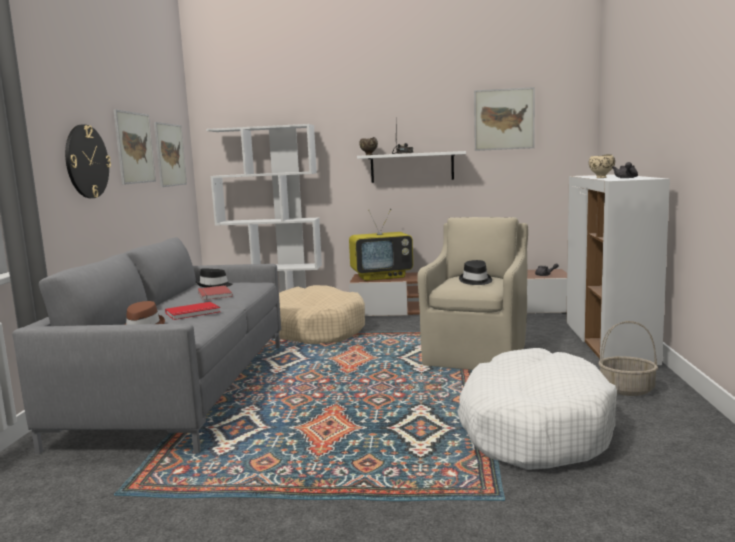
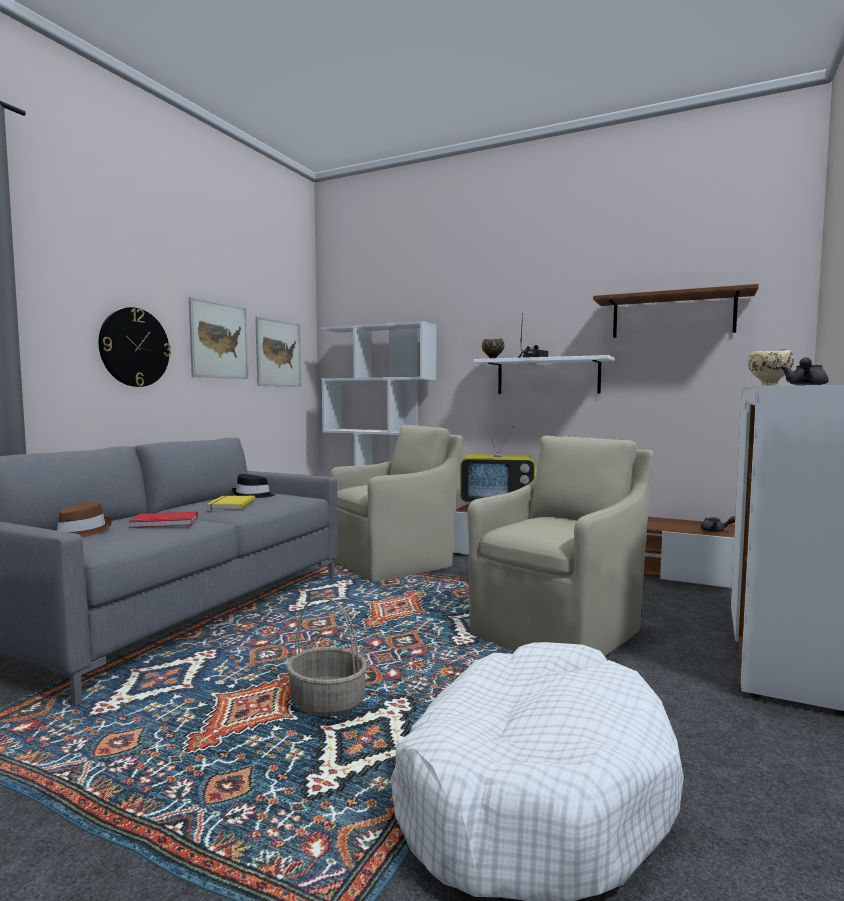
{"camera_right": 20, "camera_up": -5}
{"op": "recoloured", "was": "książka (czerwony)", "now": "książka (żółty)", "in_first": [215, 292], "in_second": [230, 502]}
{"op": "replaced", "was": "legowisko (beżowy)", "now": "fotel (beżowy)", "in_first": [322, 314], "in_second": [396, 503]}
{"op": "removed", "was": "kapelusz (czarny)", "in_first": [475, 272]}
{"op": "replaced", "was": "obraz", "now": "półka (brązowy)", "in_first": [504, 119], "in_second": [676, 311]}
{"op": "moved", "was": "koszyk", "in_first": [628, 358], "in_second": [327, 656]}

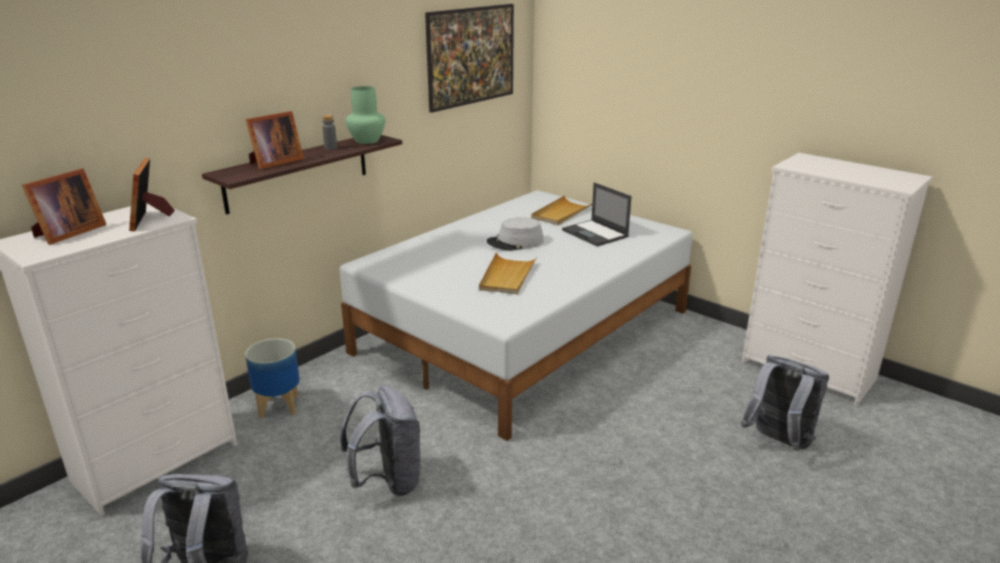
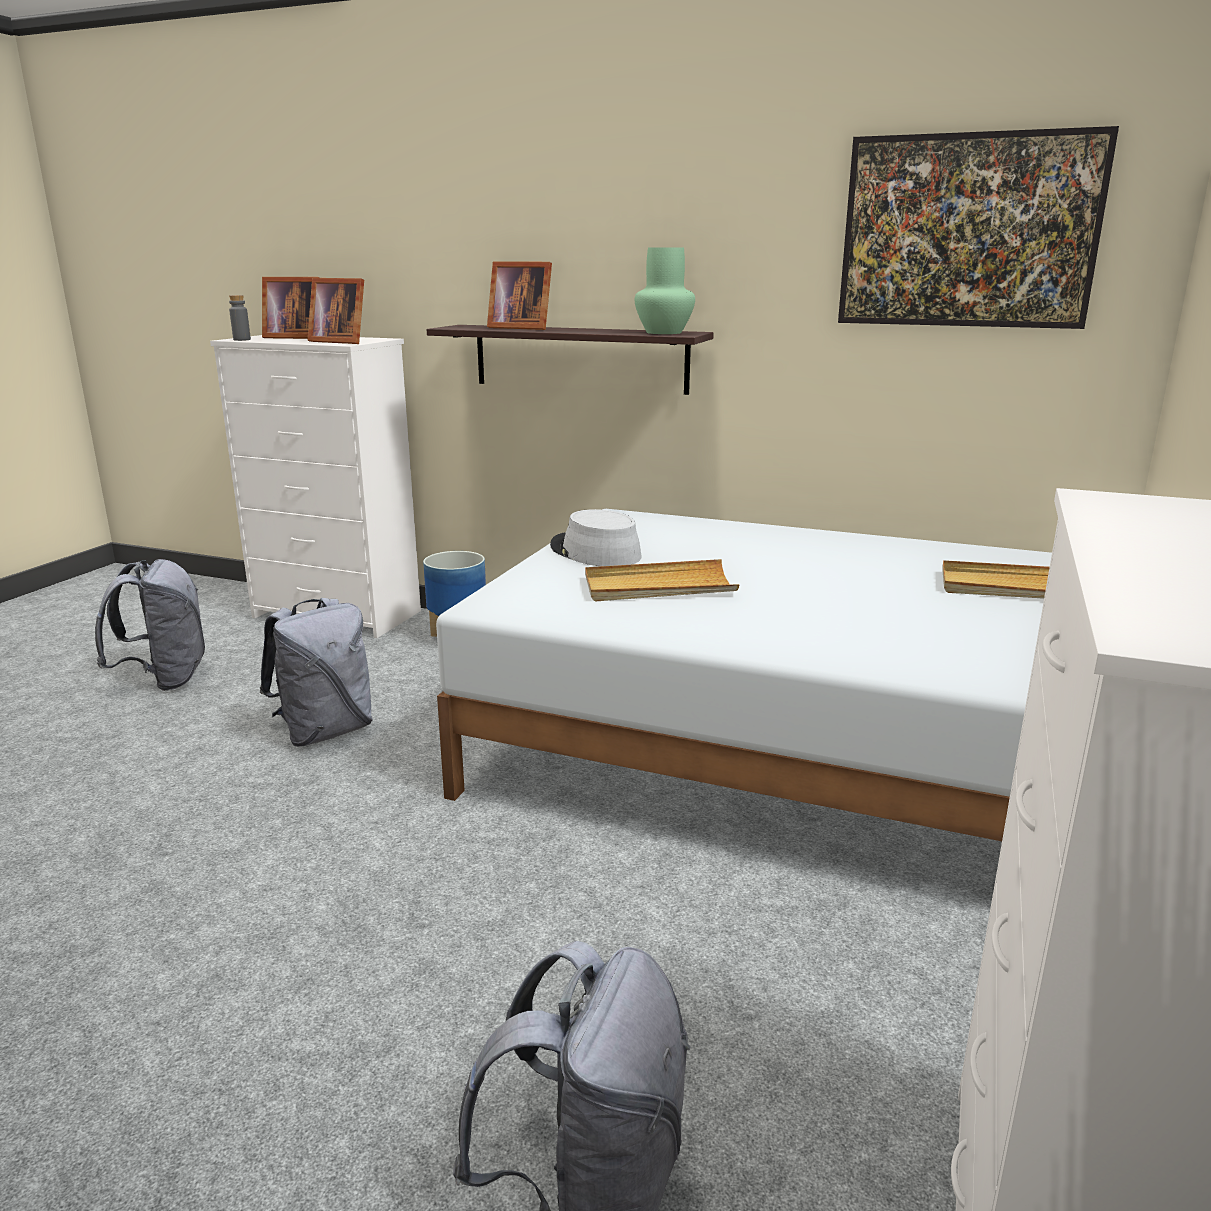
{"camera_right": 70, "camera_up": -5}
{"op": "turned", "was": "ramka na zdjęcie", "in_first": [152, 195], "in_second": [336, 311], "clockwise": -120}
{"op": "moved", "was": "butelka (szary)", "in_first": [329, 132], "in_second": [240, 318]}
{"op": "moved", "was": "kapelusz (szary)", "in_first": [515, 234], "in_second": [596, 537]}
{"op": "removed", "was": "laptop", "in_first": [597, 214]}

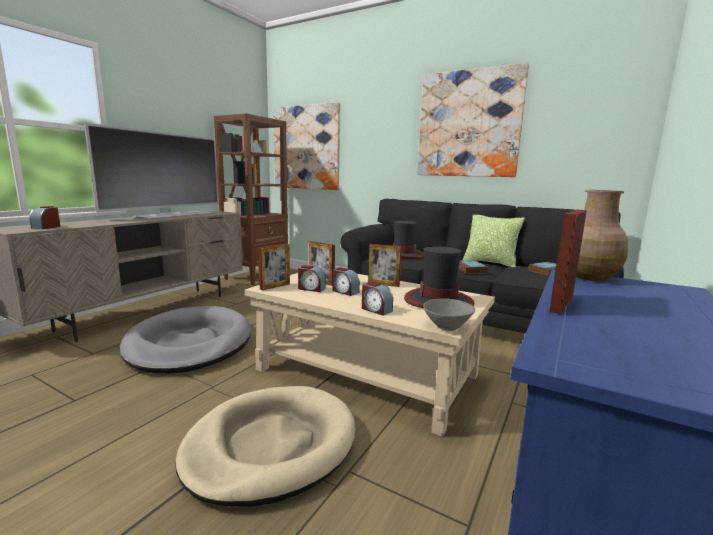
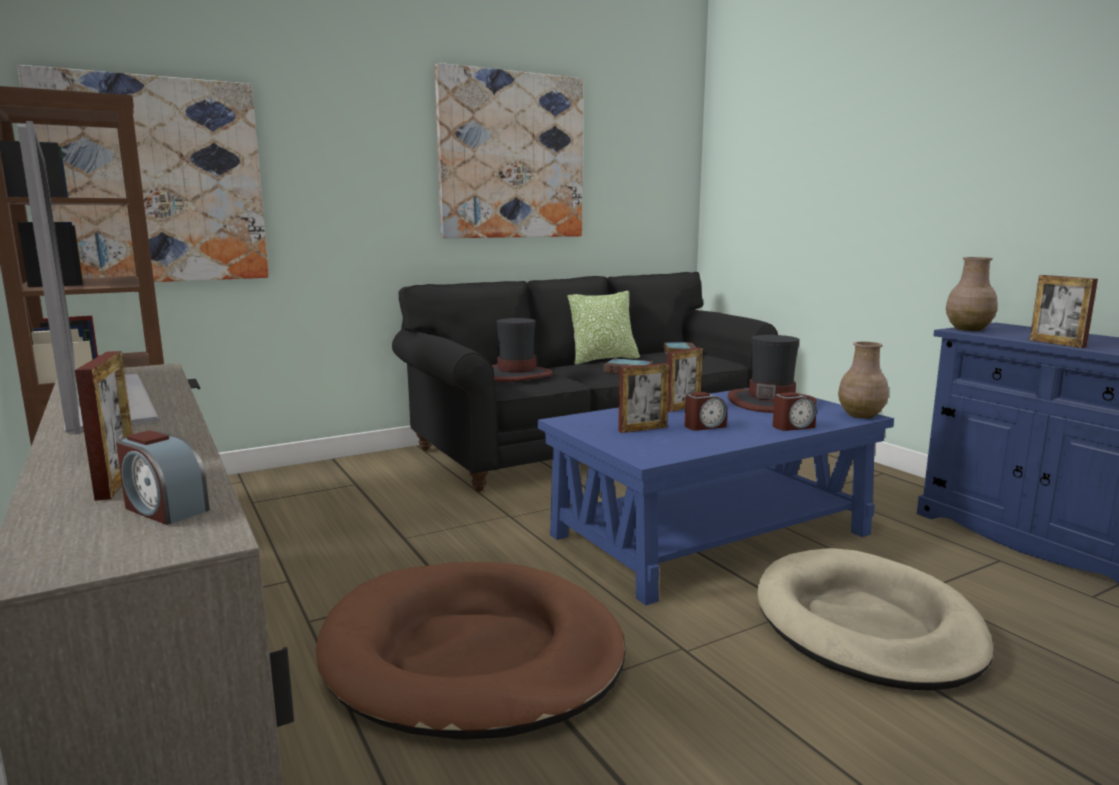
{"camera_right": -60, "camera_up": 0}
{"op": "recoloured", "was": "legowisko (szary)", "now": "legowisko (brązowy)", "in_first": [185, 340], "in_second": [471, 651]}
{"op": "recoloured", "was": "ława (beżowy)", "now": "ława (niebieski)", "in_first": [370, 355], "in_second": [716, 496]}
{"op": "moved", "was": "ramka na zdjęcie", "in_first": [274, 267], "in_second": [104, 426]}
{"op": "removed", "was": "budzik", "in_first": [312, 278]}
{"op": "replaced", "was": "miska (szary)", "now": "wazon (brązowy)", "in_first": [449, 314], "in_second": [863, 380]}

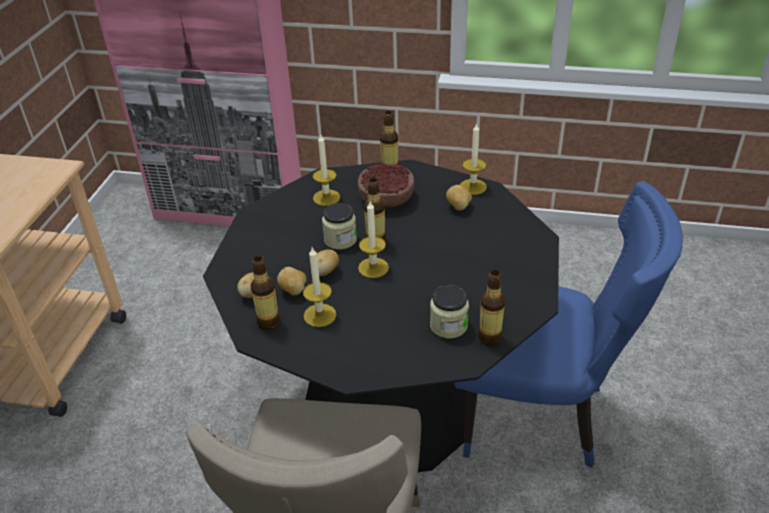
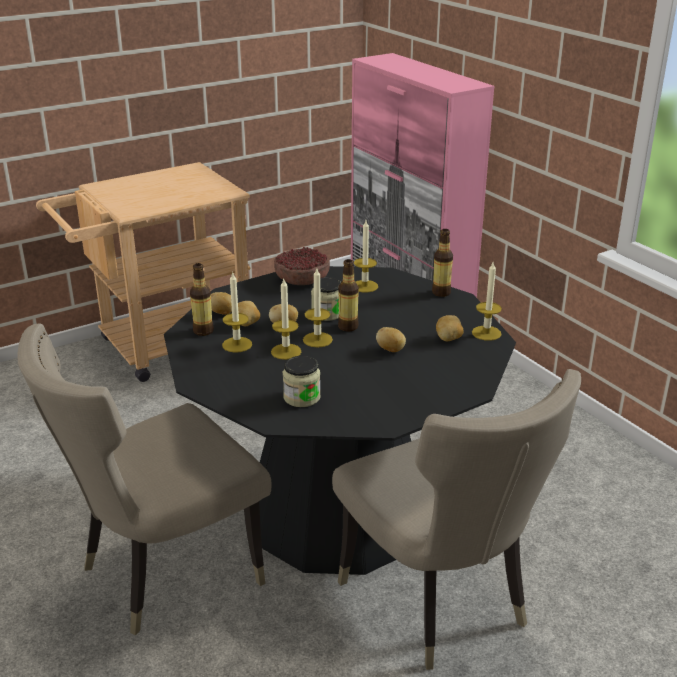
{"camera_right": 45, "camera_up": -10}
{"op": "moved", "was": "miska", "in_first": [386, 185], "in_second": [302, 266]}
{"op": "recoloured", "was": "krzesło (niebieski)", "now": "krzesło (beżowy)", "in_first": [568, 324], "in_second": [456, 519]}
{"op": "removed", "was": "butelka", "in_first": [491, 308]}
{"op": "added", "now": "świeca", "in_second": [286, 319]}
{"op": "added", "now": "ziemniak", "in_second": [391, 339]}

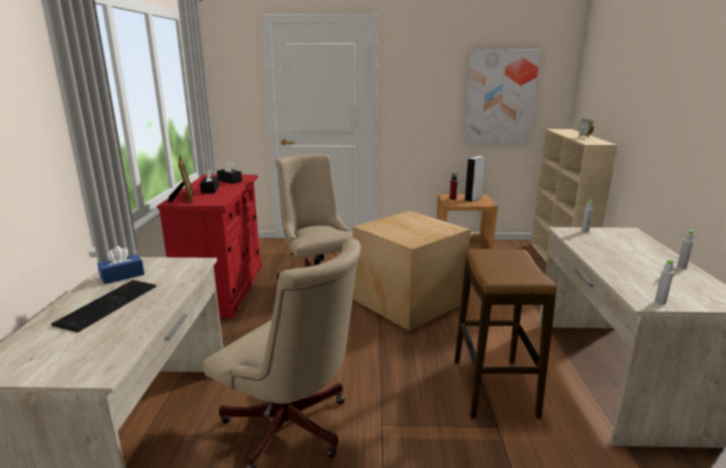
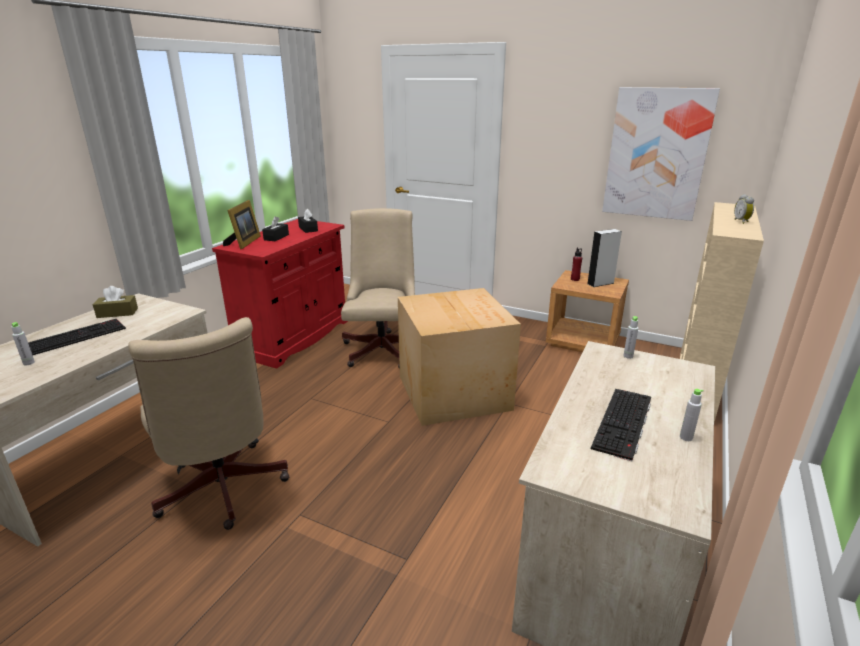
{"camera_right": 25, "camera_up": 5}
{"op": "recoloured", "was": "pudełko chusteczek (niebieski)", "now": "pudełko chusteczek (brązowy)", "in_first": [120, 265], "in_second": [115, 302]}
{"op": "removed", "was": "stołek", "in_first": [506, 334]}
{"op": "moved", "was": "butelka (szary)", "in_first": [665, 282], "in_second": [23, 343]}
{"op": "added", "now": "klawiatura", "in_second": [621, 425]}

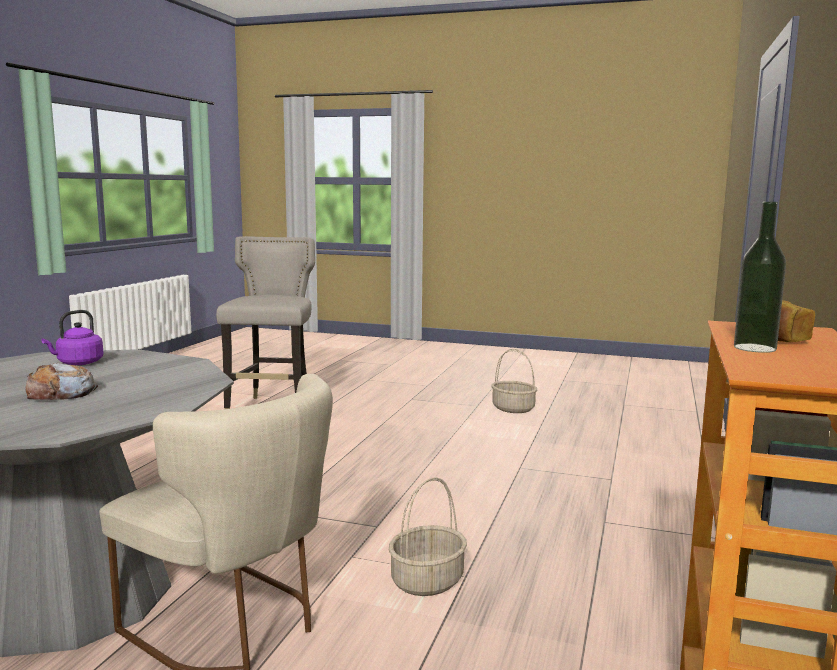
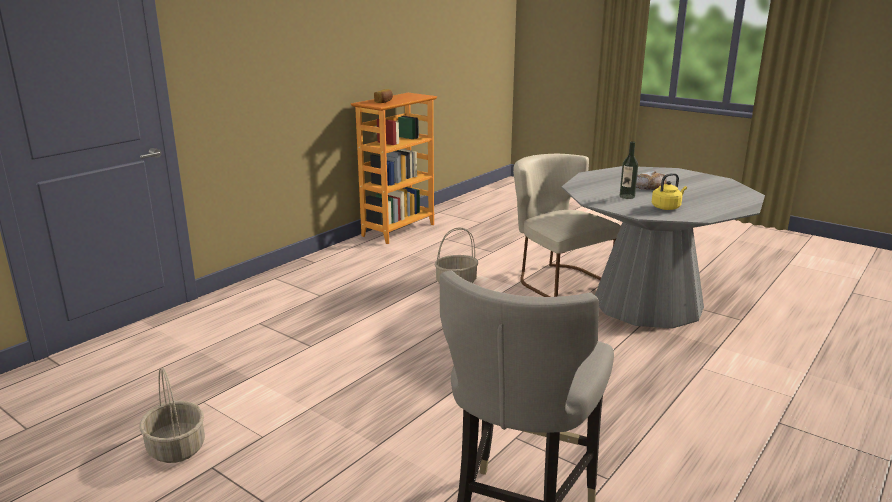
{"camera_right": -160, "camera_up": 10}
{"op": "recoloured", "was": "czajnik (fioletowy)", "now": "czajnik (żółty)", "in_first": [72, 337], "in_second": [669, 191]}
{"op": "moved", "was": "butelka", "in_first": [760, 277], "in_second": [628, 170]}

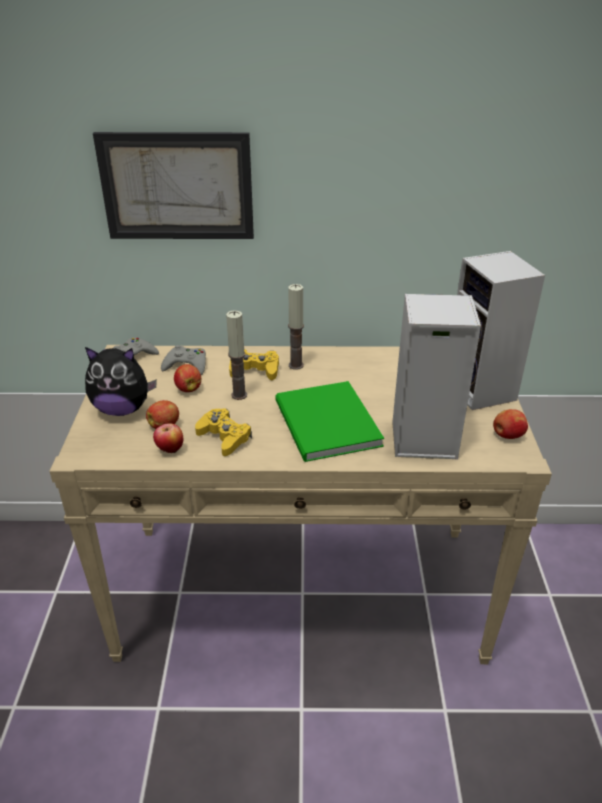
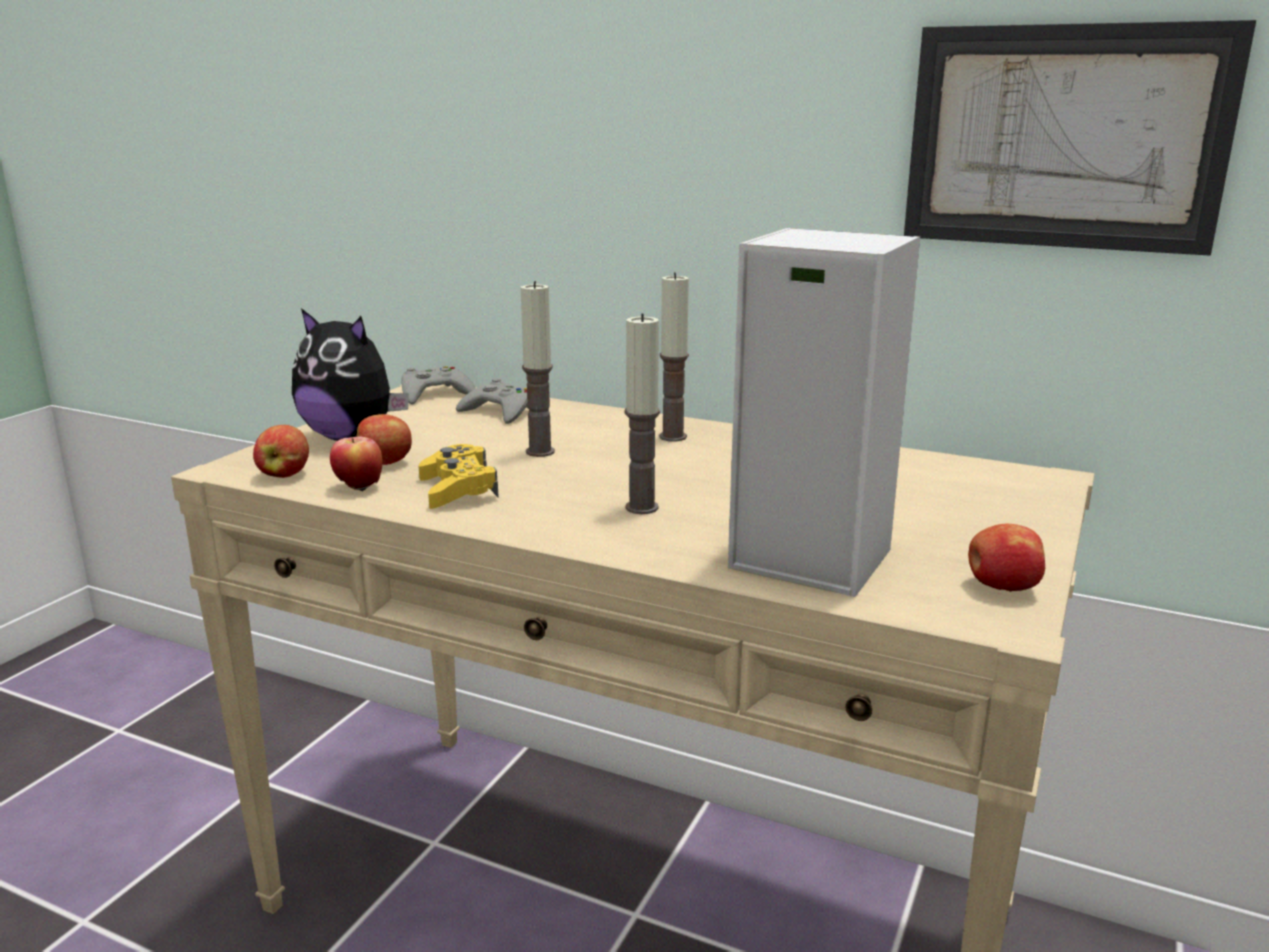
{"camera_right": 25, "camera_up": -15}
{"op": "moved", "was": "obraz", "in_first": [173, 185], "in_second": [1080, 138]}
{"op": "moved", "was": "jabłko", "in_first": [187, 378], "in_second": [281, 451]}
{"op": "removed", "was": "pad do gier (żółty)", "in_first": [254, 364]}
{"op": "replaced", "was": "książka (zielony)", "now": "świeca", "in_first": [329, 421], "in_second": [642, 413]}
{"op": "removed", "was": "głośnik", "in_first": [501, 330]}

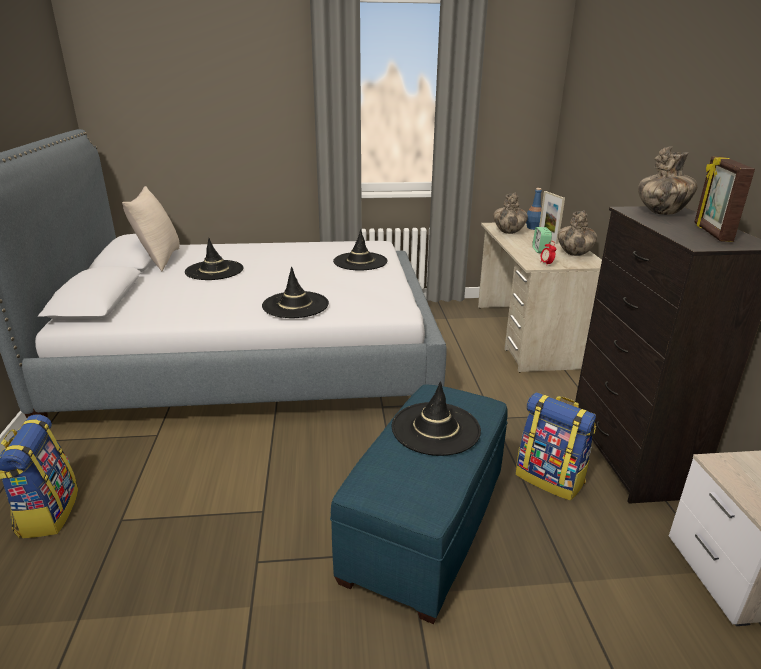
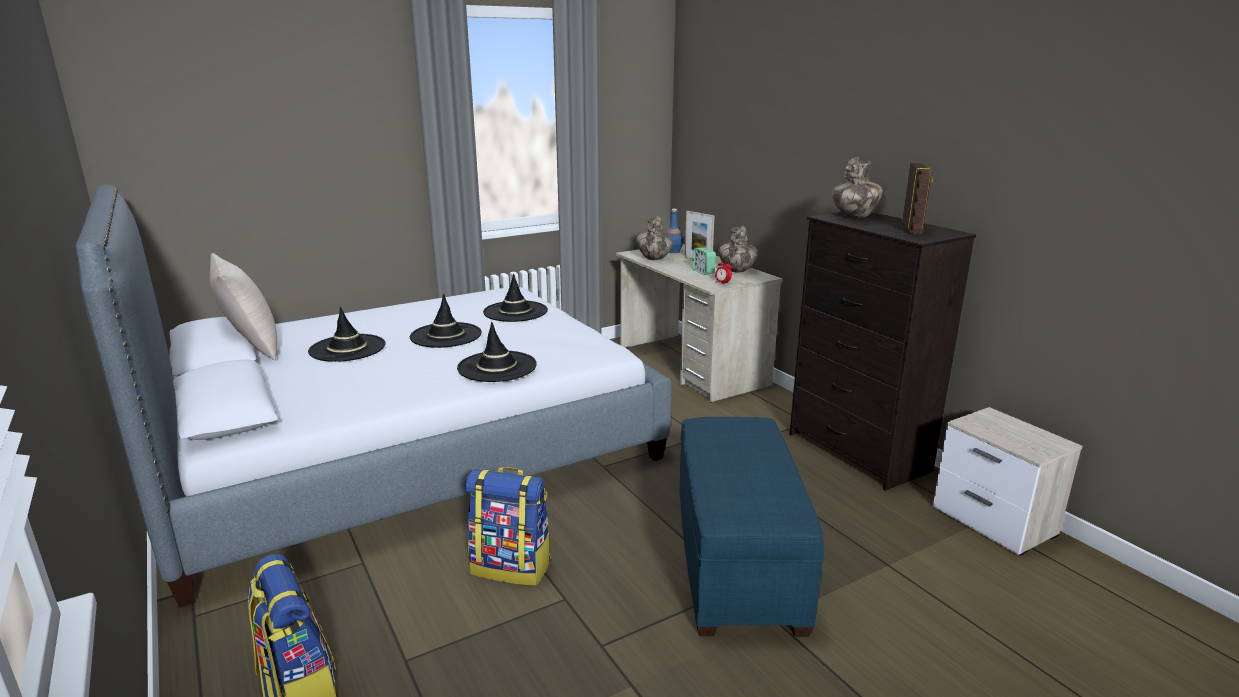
{"camera_right": -25, "camera_up": -5}
{"op": "moved", "was": "kapelusz (czarny)", "in_first": [436, 418], "in_second": [446, 321]}
{"op": "moved", "was": "plecak", "in_first": [556, 446], "in_second": [508, 526]}
{"op": "turned", "was": "ramka na zdjęcie", "in_first": [725, 199], "in_second": [917, 198], "clockwise": -150}

